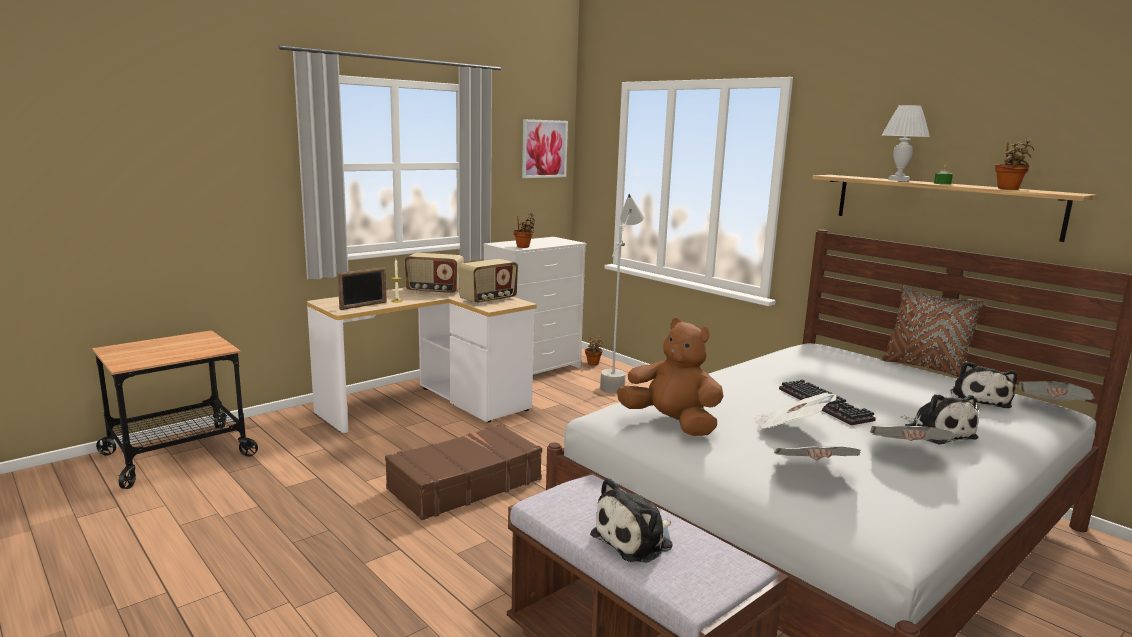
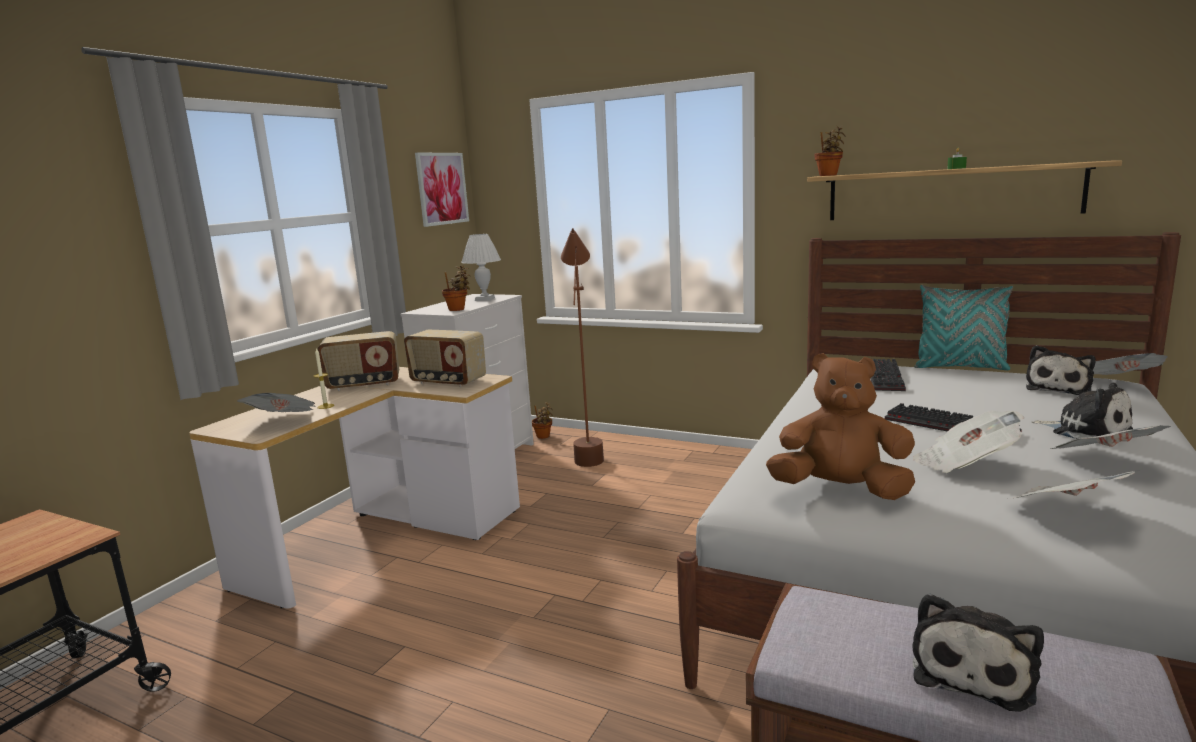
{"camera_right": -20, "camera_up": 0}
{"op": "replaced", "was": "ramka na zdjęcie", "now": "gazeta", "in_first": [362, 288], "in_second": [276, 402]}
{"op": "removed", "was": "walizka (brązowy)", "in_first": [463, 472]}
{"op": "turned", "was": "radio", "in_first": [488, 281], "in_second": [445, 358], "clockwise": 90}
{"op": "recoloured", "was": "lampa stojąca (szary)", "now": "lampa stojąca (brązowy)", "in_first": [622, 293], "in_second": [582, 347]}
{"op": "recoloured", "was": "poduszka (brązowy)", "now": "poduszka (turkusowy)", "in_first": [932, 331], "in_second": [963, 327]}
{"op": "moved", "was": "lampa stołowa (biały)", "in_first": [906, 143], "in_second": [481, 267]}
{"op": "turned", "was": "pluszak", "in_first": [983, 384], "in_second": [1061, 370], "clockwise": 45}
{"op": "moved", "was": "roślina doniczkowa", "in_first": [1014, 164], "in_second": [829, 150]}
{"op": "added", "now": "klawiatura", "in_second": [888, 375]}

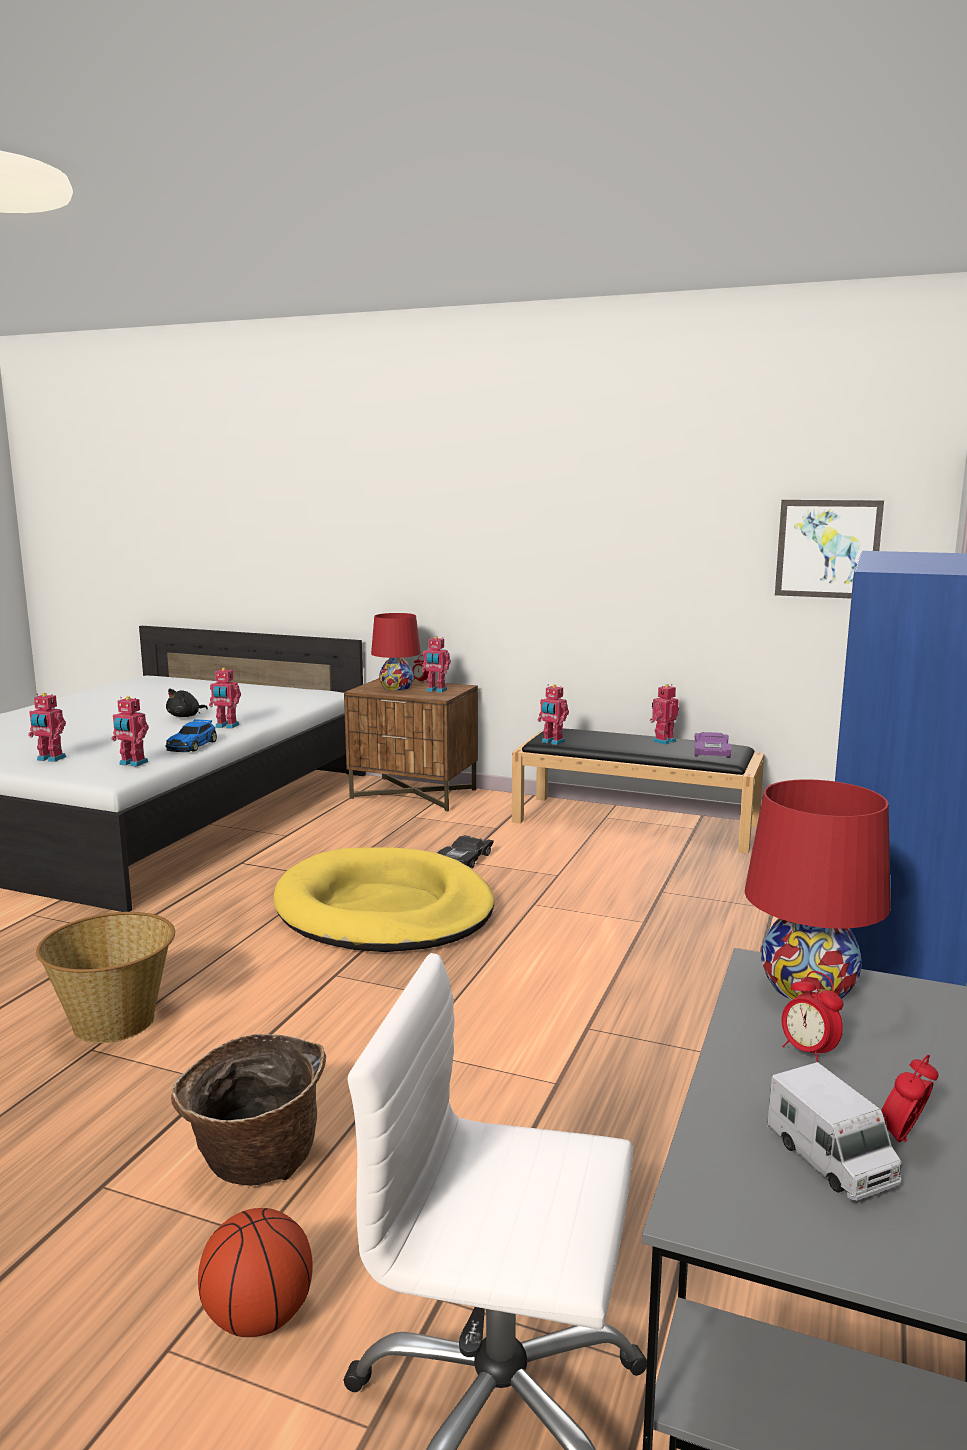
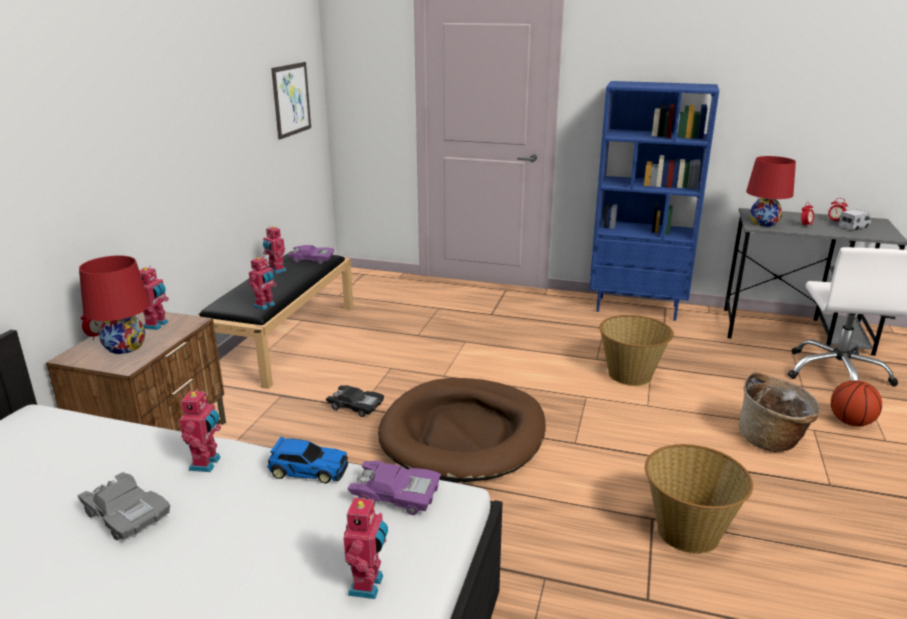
{"camera_right": -95, "camera_up": 10}
{"op": "replaced", "was": "robot zabawkowy", "now": "samochodzik (fioletowy)", "in_first": [130, 731], "in_second": [394, 487]}
{"op": "replaced", "was": "pluszak (czarny)", "now": "samochodzik (szary)", "in_first": [187, 703], "in_second": [123, 506]}
{"op": "recoloured", "was": "legowisko (żółty)", "now": "legowisko (brązowy)", "in_first": [383, 899], "in_second": [462, 430]}
{"op": "added", "now": "koszyk", "in_second": [636, 350]}

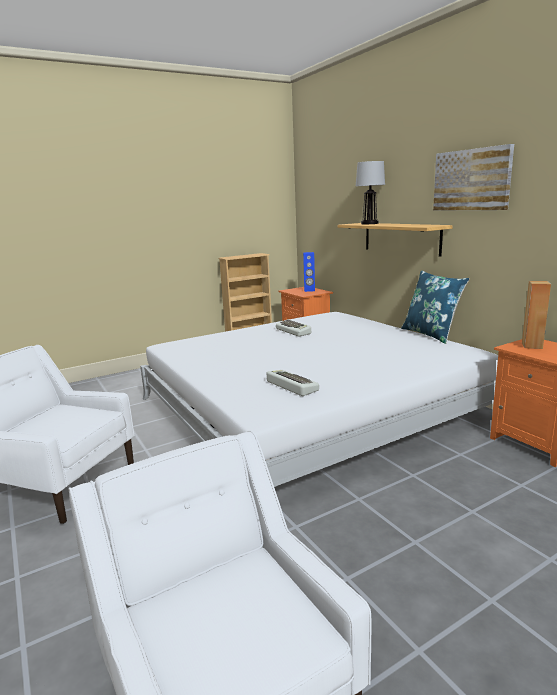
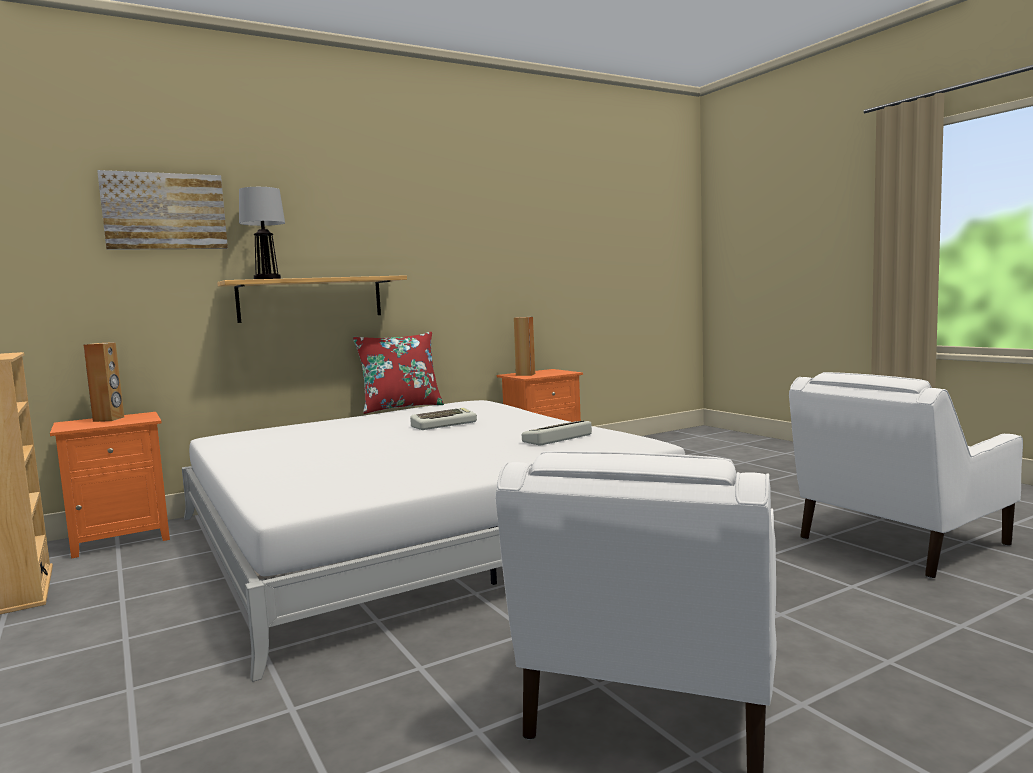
{"camera_right": -90, "camera_up": -10}
{"op": "moved", "was": "klawiatura", "in_first": [293, 328], "in_second": [443, 419]}
{"op": "recoloured", "was": "głośnik (niebieski)", "now": "głośnik (brązowy)", "in_first": [309, 272], "in_second": [104, 382]}
{"op": "recoloured", "was": "poduszka (niebieski)", "now": "poduszka (czerwony)", "in_first": [435, 307], "in_second": [398, 373]}
{"op": "moved", "was": "obraz", "in_first": [473, 177], "in_second": [162, 210]}

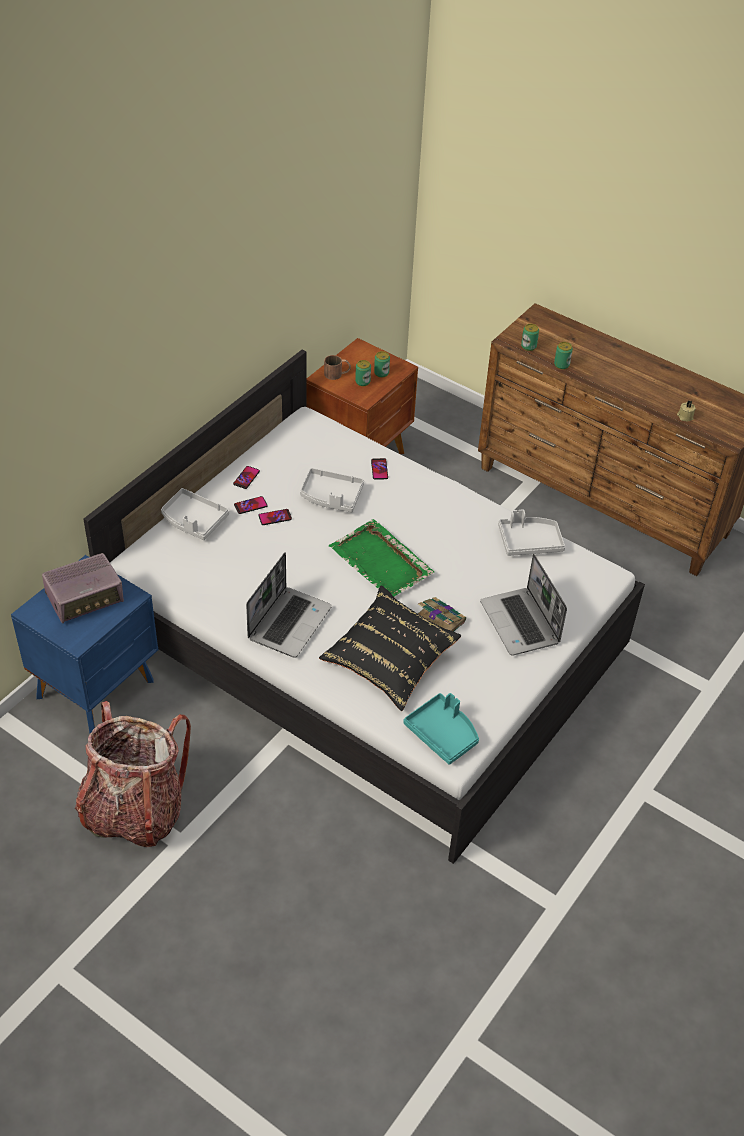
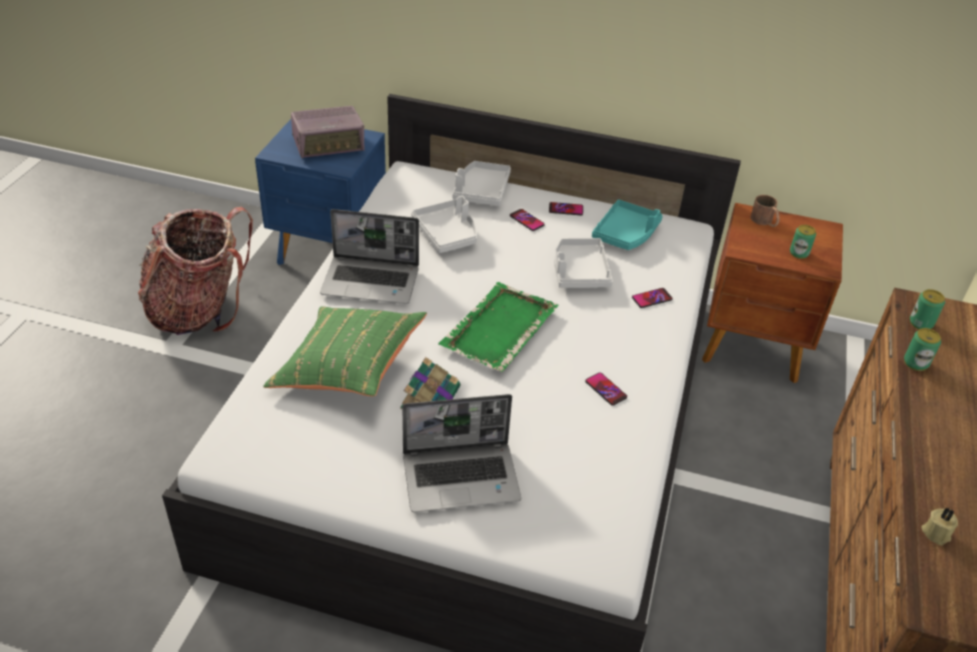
{"camera_right": 70, "camera_up": -5}
{"op": "turned", "was": "radio", "in_first": [83, 588], "in_second": [327, 132], "clockwise": -60}
{"op": "moved", "was": "telefon", "in_first": [275, 517], "in_second": [606, 389]}
{"op": "recoloured", "was": "poduszka (czarny)", "now": "poduszka (zielony)", "in_first": [390, 648], "in_second": [345, 351]}
{"op": "removed", "was": "puszka", "in_first": [363, 373]}
{"op": "moved", "was": "taca (turkusowy)", "in_first": [441, 729], "in_second": [627, 224]}
{"op": "turned", "was": "laptop", "in_first": [523, 605], "in_second": [461, 453], "clockwise": -150}
{"op": "moved", "was": "taca (szary)", "in_first": [531, 533], "in_second": [444, 224]}

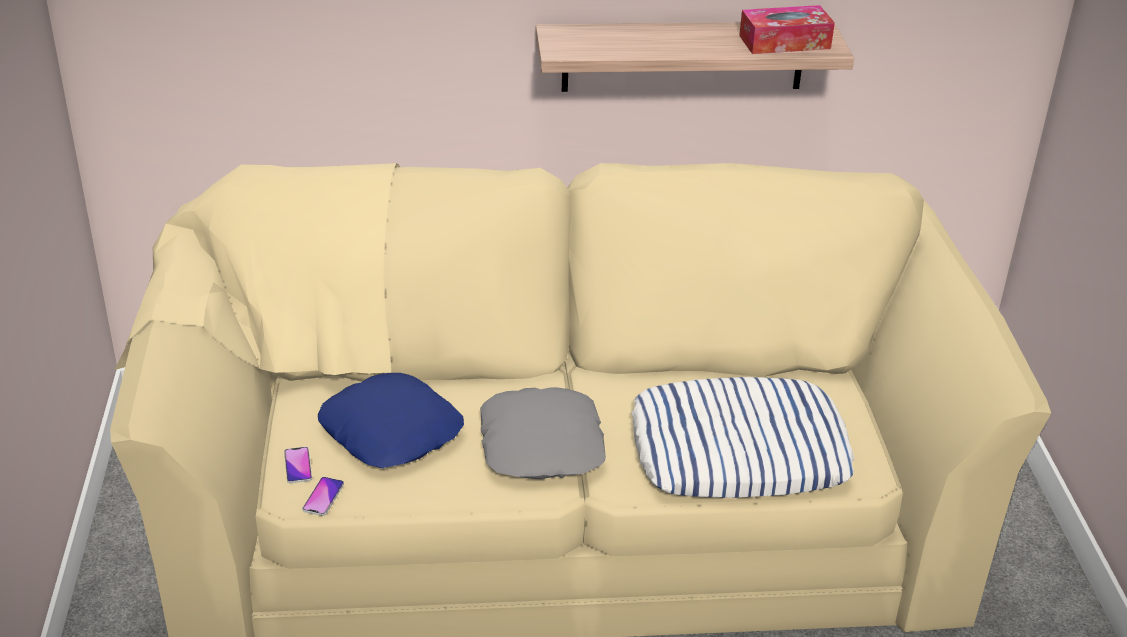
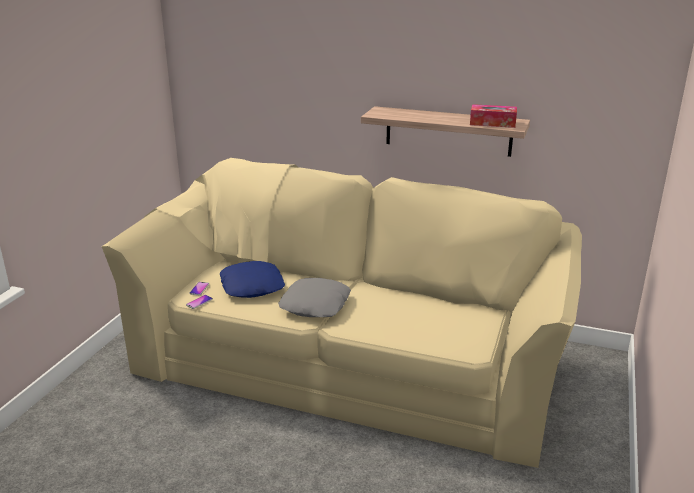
{"camera_right": 25, "camera_up": -10}
{"op": "removed", "was": "poduszka", "in_first": [743, 437]}

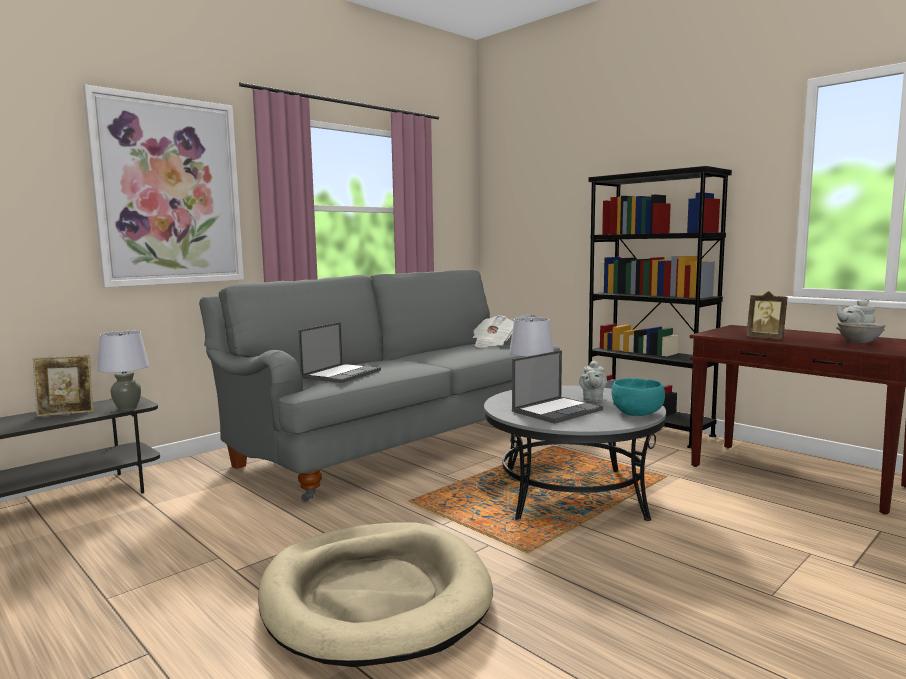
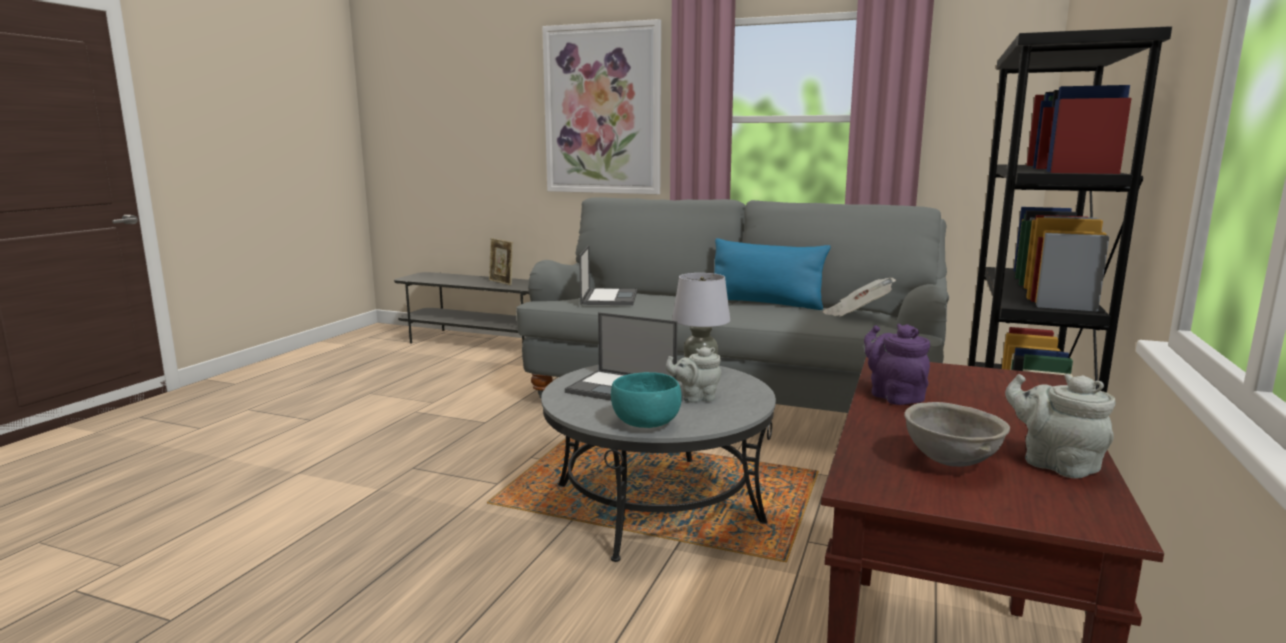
{"camera_right": 65, "camera_up": 5}
{"op": "removed", "was": "lampa stołowa (szary)", "in_first": [123, 371]}
{"op": "removed", "was": "legowisko (beżowy)", "in_first": [375, 595]}
{"op": "turned", "was": "laptop", "in_first": [339, 352], "in_second": [608, 275], "clockwise": -90}
{"op": "replaced", "was": "ramka na zdjęcie", "now": "imbryk (fioletowy)", "in_first": [766, 315], "in_second": [897, 364]}
{"op": "added", "now": "poduszka (niebieski)", "in_second": [772, 274]}

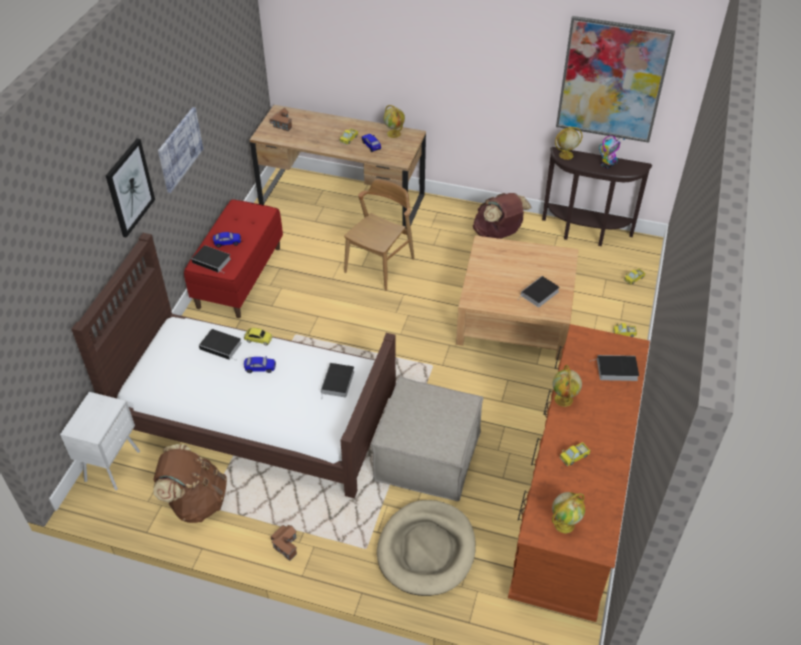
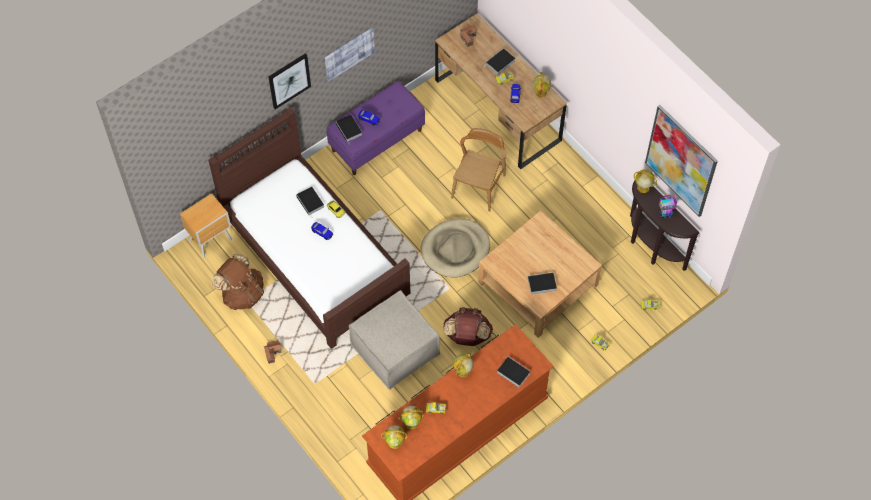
{"camera_right": 35, "camera_up": 15}
{"op": "recoloured", "was": "szafka nocna (biały)", "now": "szafka nocna (brązowy)", "in_first": [100, 441], "in_second": [206, 225]}
{"op": "recoloured", "was": "ławka (czerwony)", "now": "ławka (fioletowy)", "in_first": [233, 258], "in_second": [375, 128]}
{"op": "moved", "was": "książka", "in_first": [337, 380], "in_second": [499, 61]}
{"op": "turned", "was": "krzesło (brązowy)", "in_first": [379, 235], "in_second": [478, 170], "clockwise": -45}
{"op": "moved", "was": "legowisko (beżowy)", "in_first": [426, 548], "in_second": [455, 247]}
{"op": "moved", "was": "plecak (brązowy)", "in_first": [502, 216], "in_second": [468, 326]}
{"op": "added", "now": "globus", "in_second": [411, 417]}

